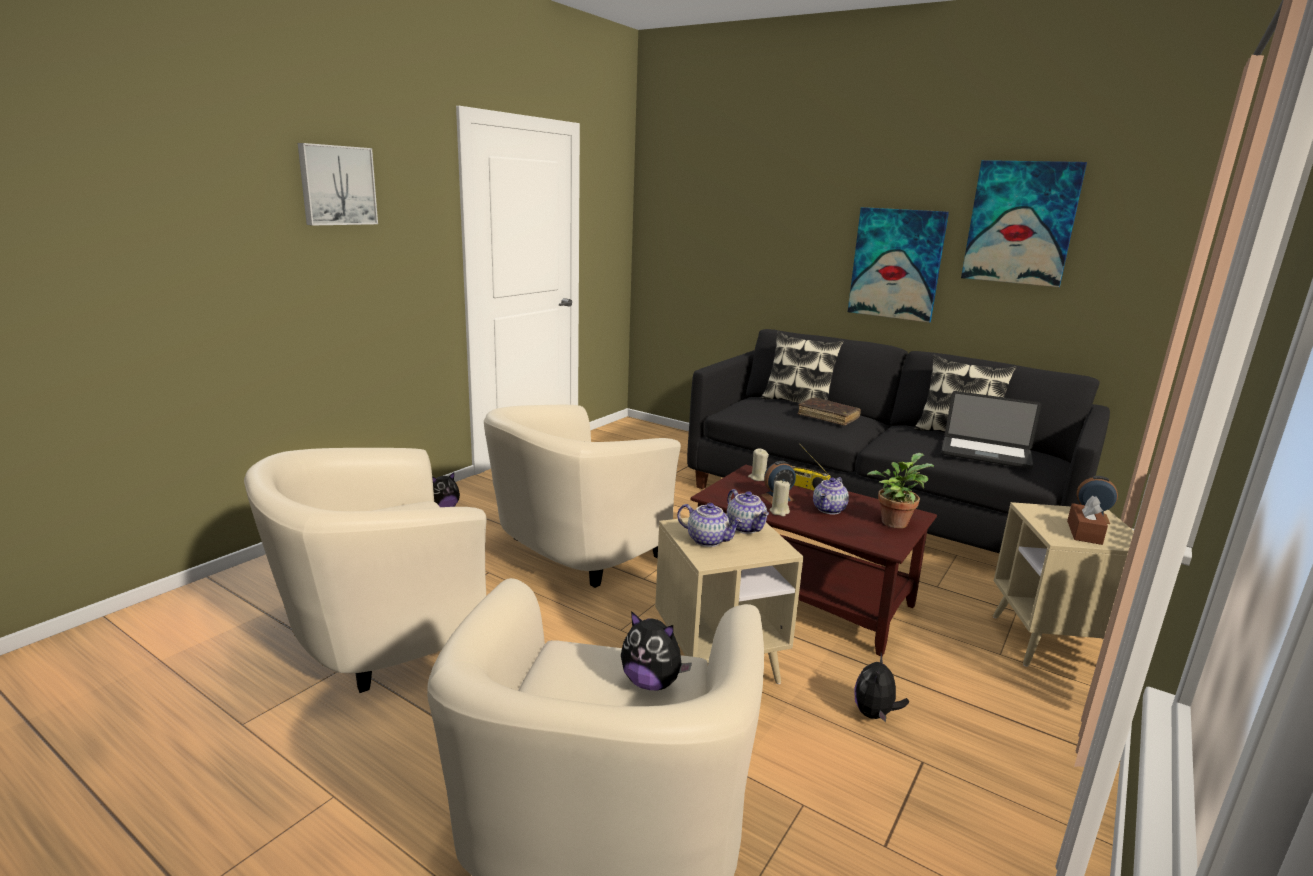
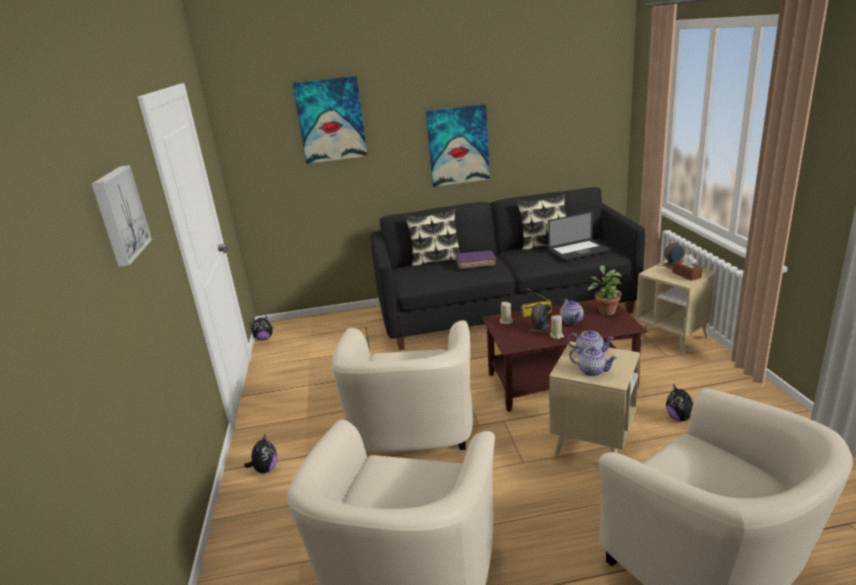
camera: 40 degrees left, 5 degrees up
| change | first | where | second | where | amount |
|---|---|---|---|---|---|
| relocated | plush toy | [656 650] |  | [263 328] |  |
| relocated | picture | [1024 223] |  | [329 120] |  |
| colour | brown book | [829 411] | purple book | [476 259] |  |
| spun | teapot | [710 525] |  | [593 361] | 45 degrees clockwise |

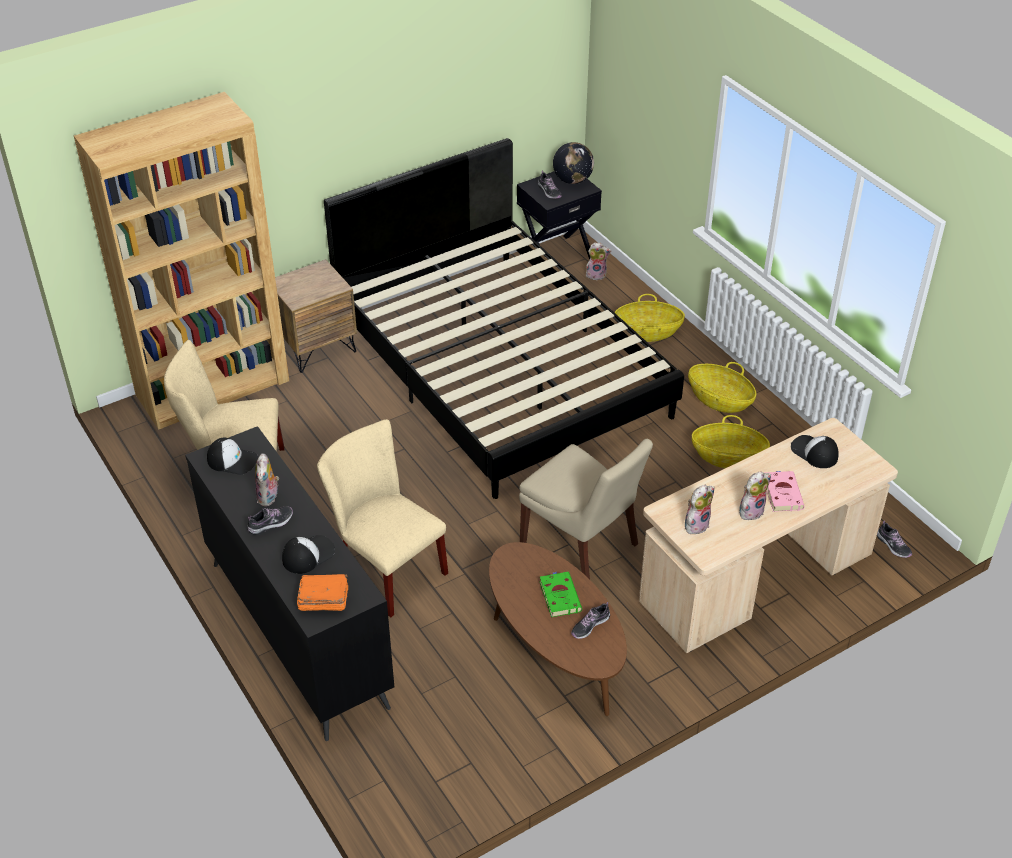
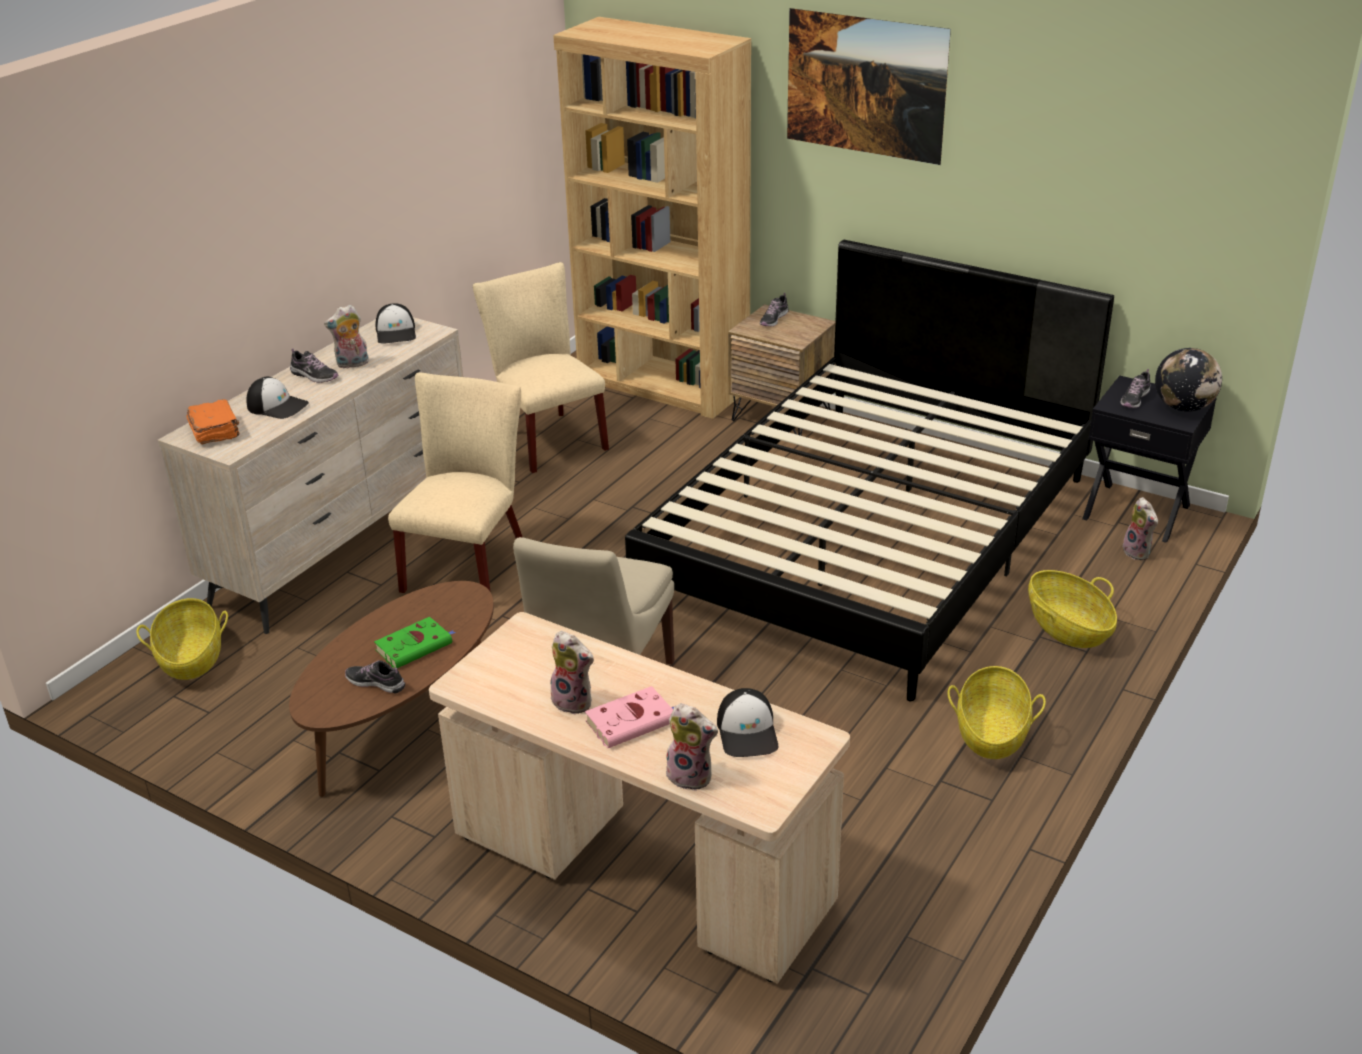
camera: 65 degrees right, 10 degrees down
| change | first | where | second | where | amount |
|---|---|---|---|---|---|
| relocated | basket | [731 441] |  | [182 639] |  |
| colour | black dresser | [289 583] | beige dresser | [310 475] |  |
| relocated | plush toy | [700 509] |  | [692 747] |  |
| spun | cap | [815 451] |  | [748 722] | 150 degrees clockwise |
| relocated | shoe | [894 539] |  | [774 309] |  |
| appeared |  |  | picture | [869 86] |  |

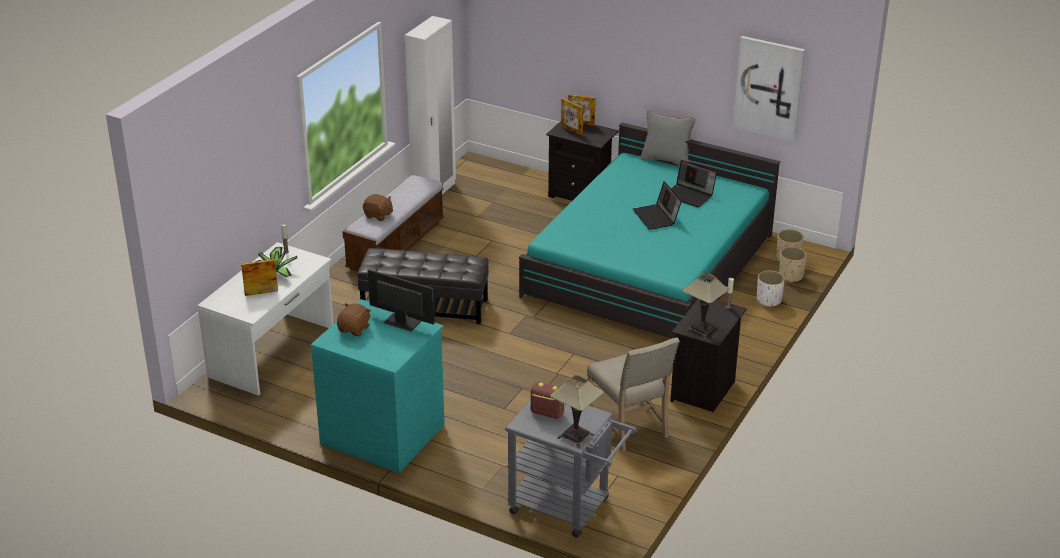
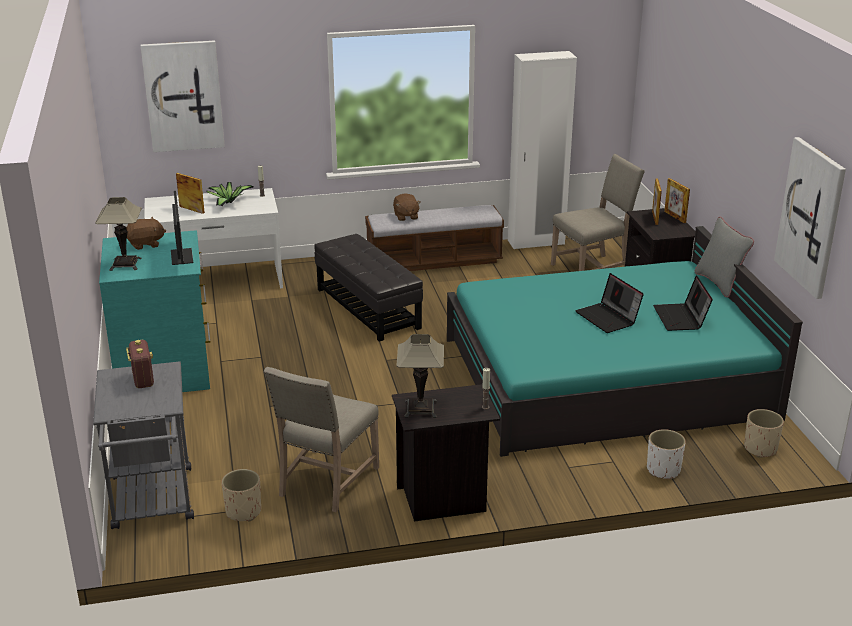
camera: 50 degrees right, 5 degrees down
| change | first | where | second | where | amount |
|---|---|---|---|---|---|
| relocated | table lamp | [576 412] |  | [118 234] |  |
| appeared |  |  | picture | [182 96] |  |
| relocated | beige planter | [793 265] |  | [241 495] |  |
| appeared |  |  | beige chair | [598 212] |  |
| spun | laptop | [657 205] |  | [609 303] | 60 degrees counterclockwise |

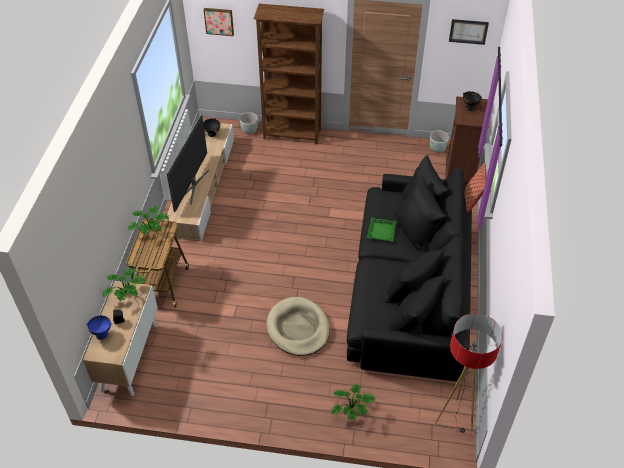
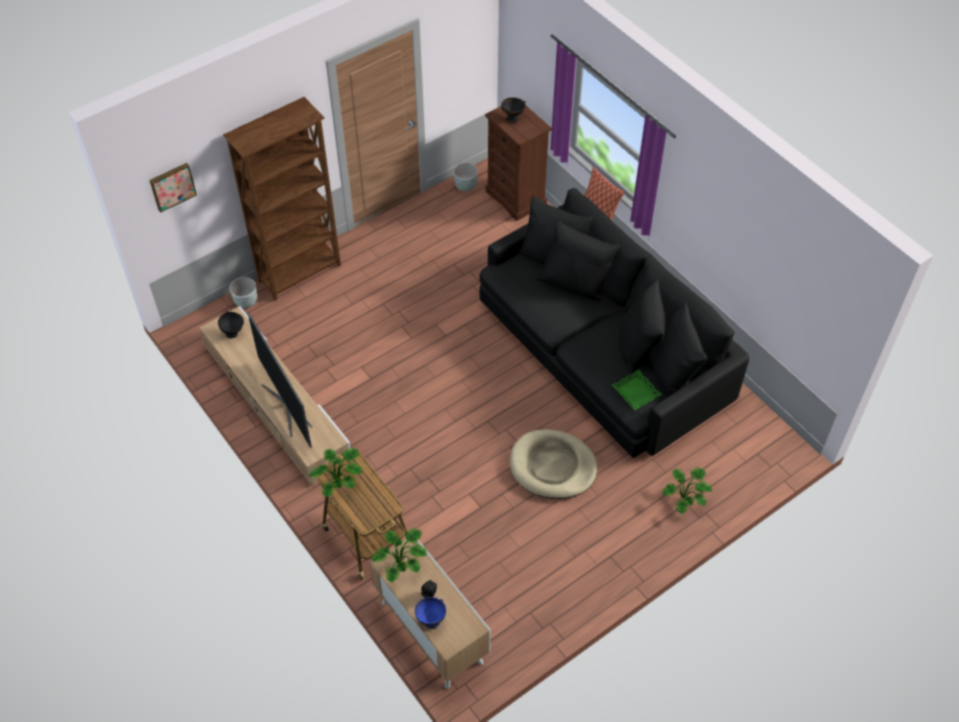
camera: 45 degrees left, 5 degrees up
| change | first | where | second | where | amount |
|---|---|---|---|---|---|
| relocated | green tray | [382 229] |  | [637 390] |  |
| missing | floor lamp | [469 373] |  |  |  |
| missing | picture | [469 32] |  |  |  |

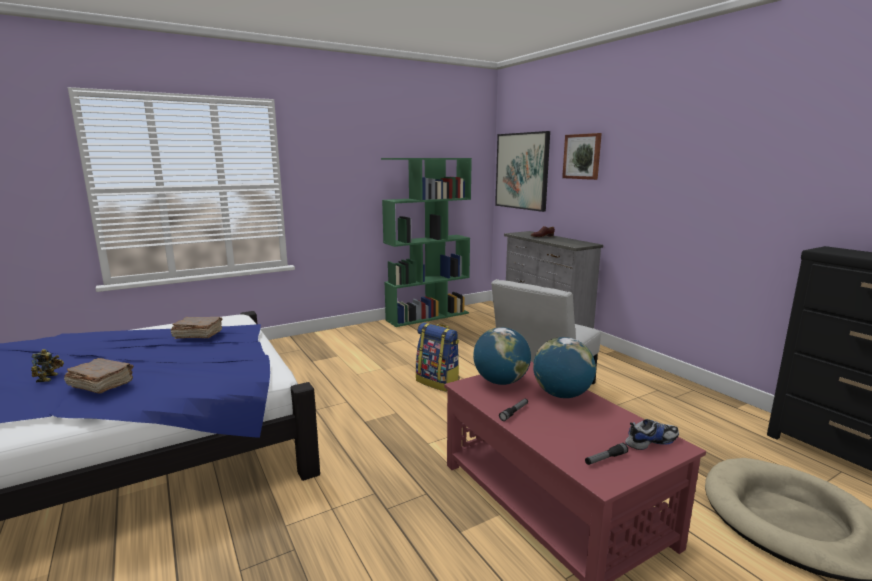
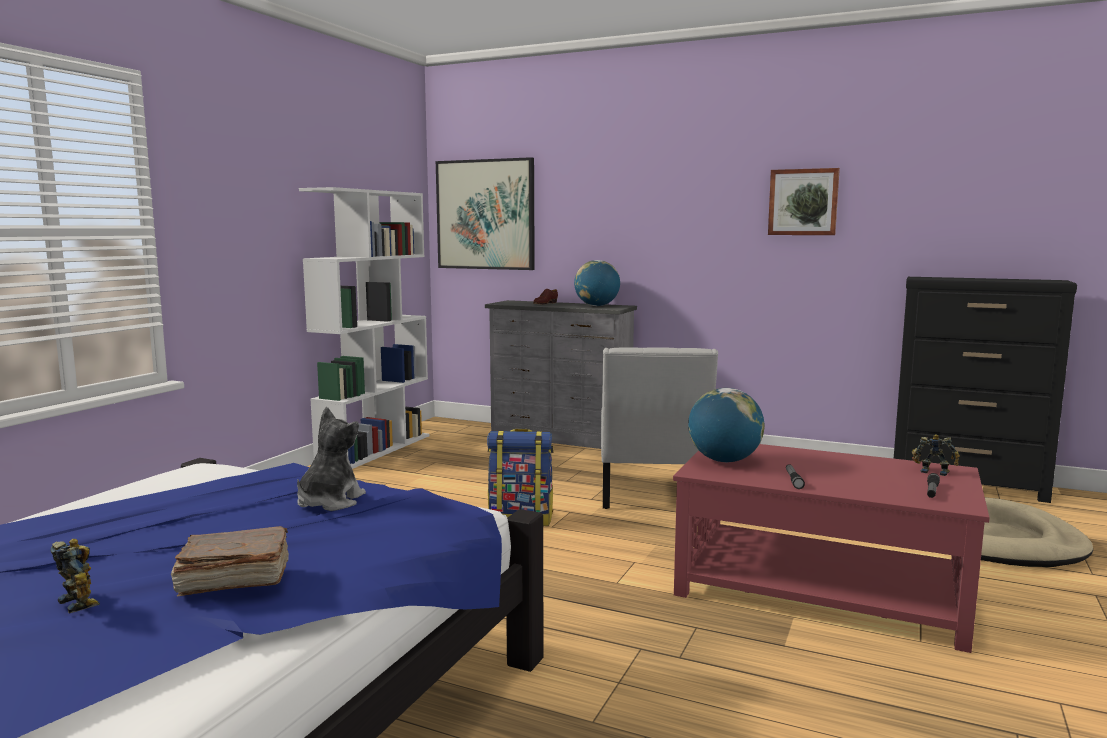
camera: 35 degrees left, 5 degrees down
| change | first | where | second | where | amount |
|---|---|---|---|---|---|
| appeared |  |  | plush toy | [331 459] |  |
| colour | green bookcase | [426 242] | white bookcase | [364 328] |  |
| relocated | globe | [564 367] |  | [597 283] |  |
| relocated | picture | [582 156] |  | [804 201] |  |
| exchanged | shoe | [652 434] | toy robot | [936 455] |  |
| missing | brown book | [197 328] |  |  |  |

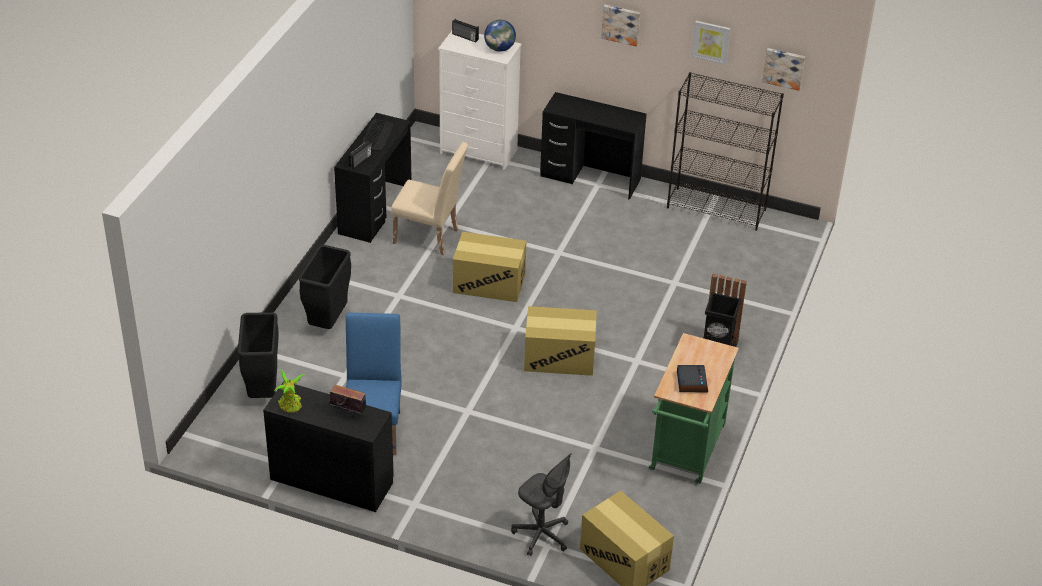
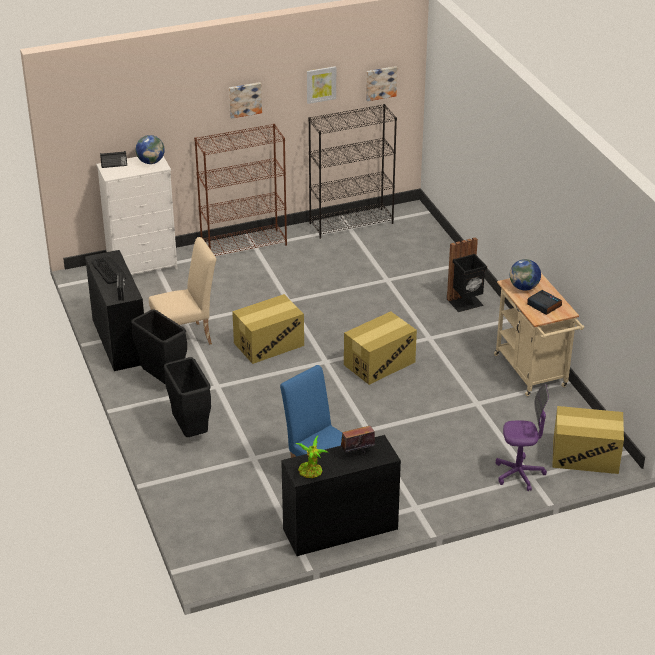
camera: 40 degrees left, 5 degrees down
| change | first | where | second | where | amount |
|---|---|---|---|---|---|
| relocated | black trash can | [258 355] |  | [159 346] |  |
| exchanged | black desk | [593 146] | brown bookcase | [240 190] |  |
| colour | green cart | [694 408] | beige cart | [539 334] |  |
| colour | grey office chair | [541 504] | purple office chair | [522 437] |  |
| appeared |  |  | globe | [525 275] |  |

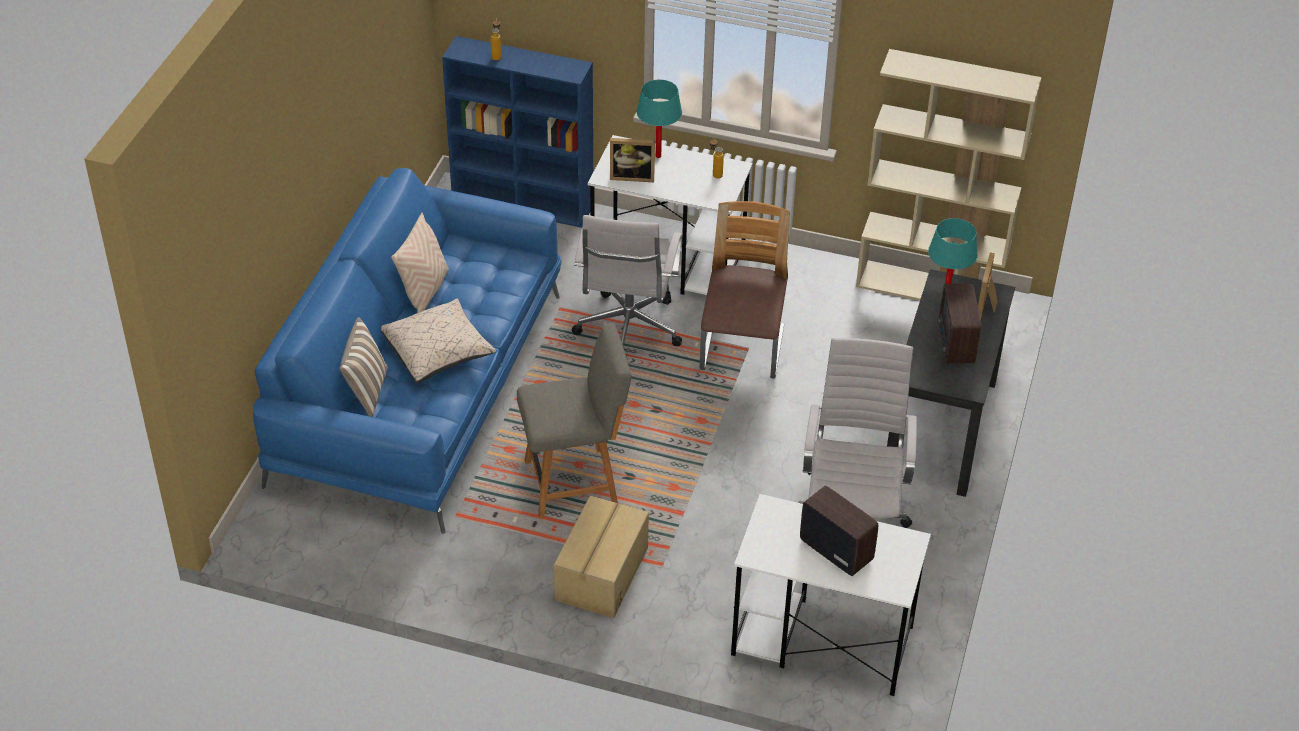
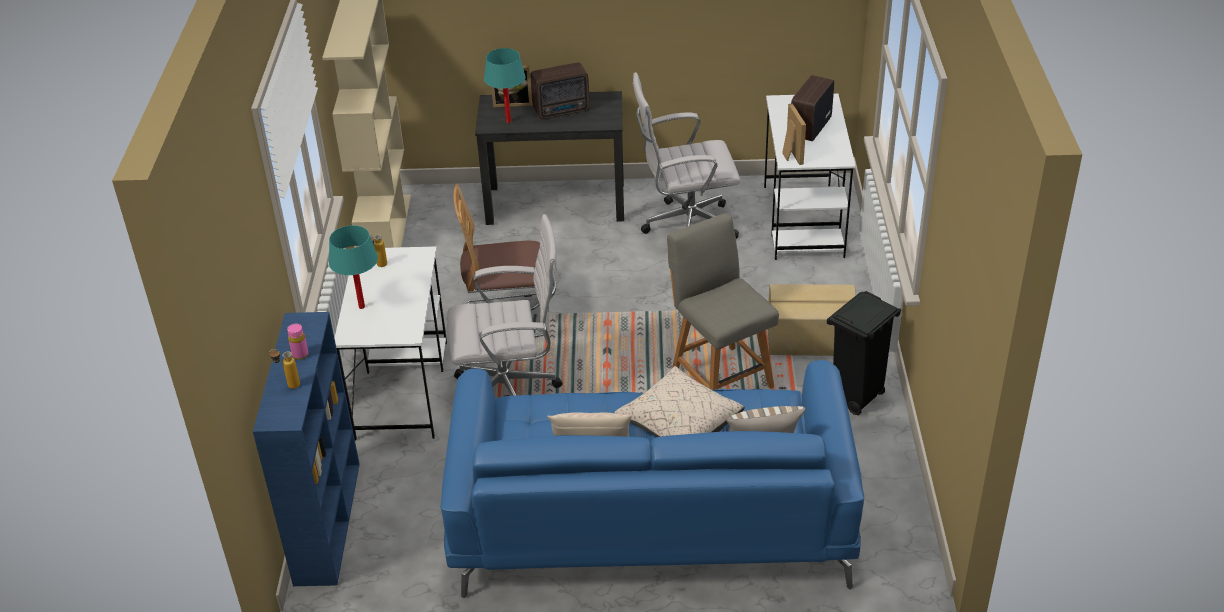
camera: 105 degrees left, 5 degrees down
| change | first | where | second | where | amount |
|---|---|---|---|---|---|
| appeared |  |  | pink bottle | [298 342] |  |
| relocated | picture frame | [632 160] |  | [794 134] |  |
| appeared |  |  | black trash can | [864 353] |  |

